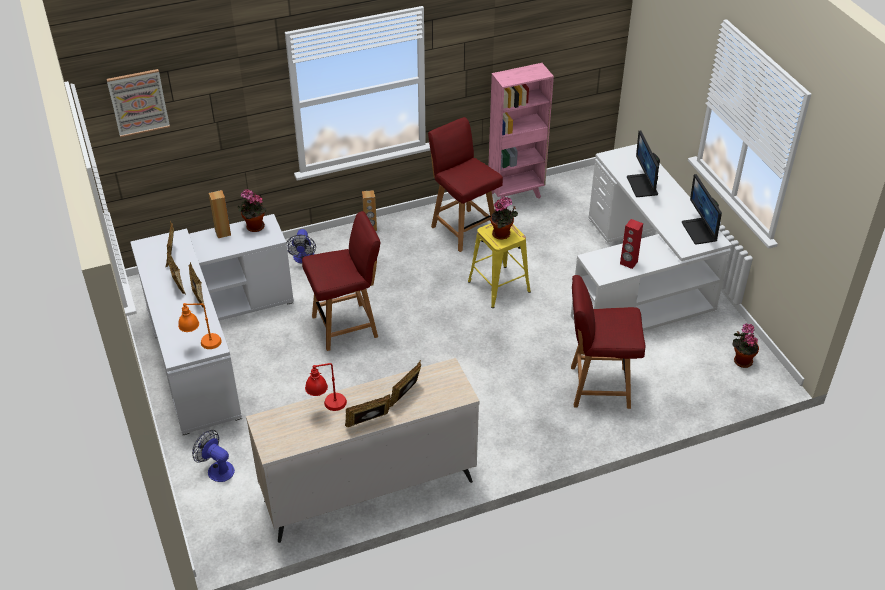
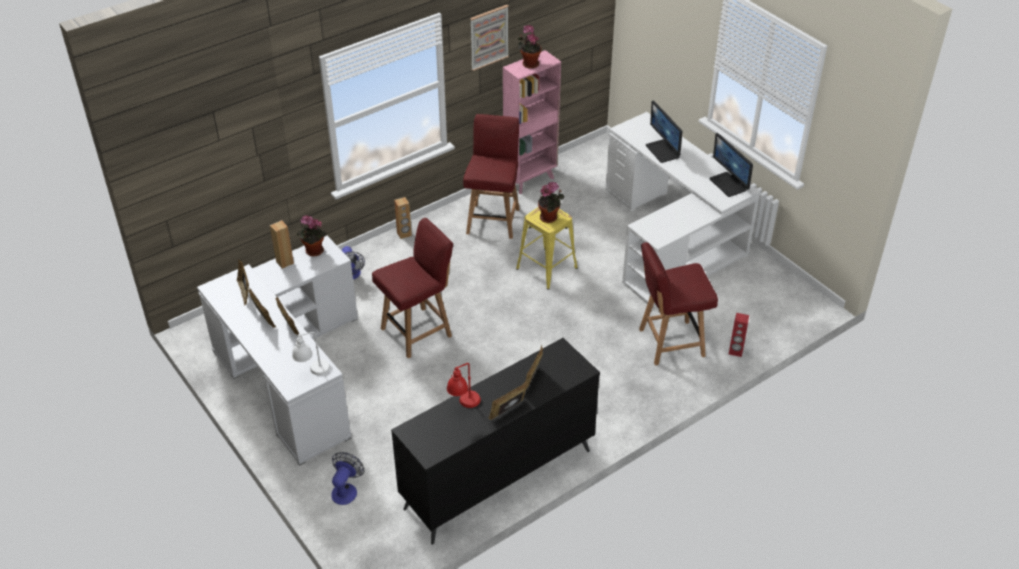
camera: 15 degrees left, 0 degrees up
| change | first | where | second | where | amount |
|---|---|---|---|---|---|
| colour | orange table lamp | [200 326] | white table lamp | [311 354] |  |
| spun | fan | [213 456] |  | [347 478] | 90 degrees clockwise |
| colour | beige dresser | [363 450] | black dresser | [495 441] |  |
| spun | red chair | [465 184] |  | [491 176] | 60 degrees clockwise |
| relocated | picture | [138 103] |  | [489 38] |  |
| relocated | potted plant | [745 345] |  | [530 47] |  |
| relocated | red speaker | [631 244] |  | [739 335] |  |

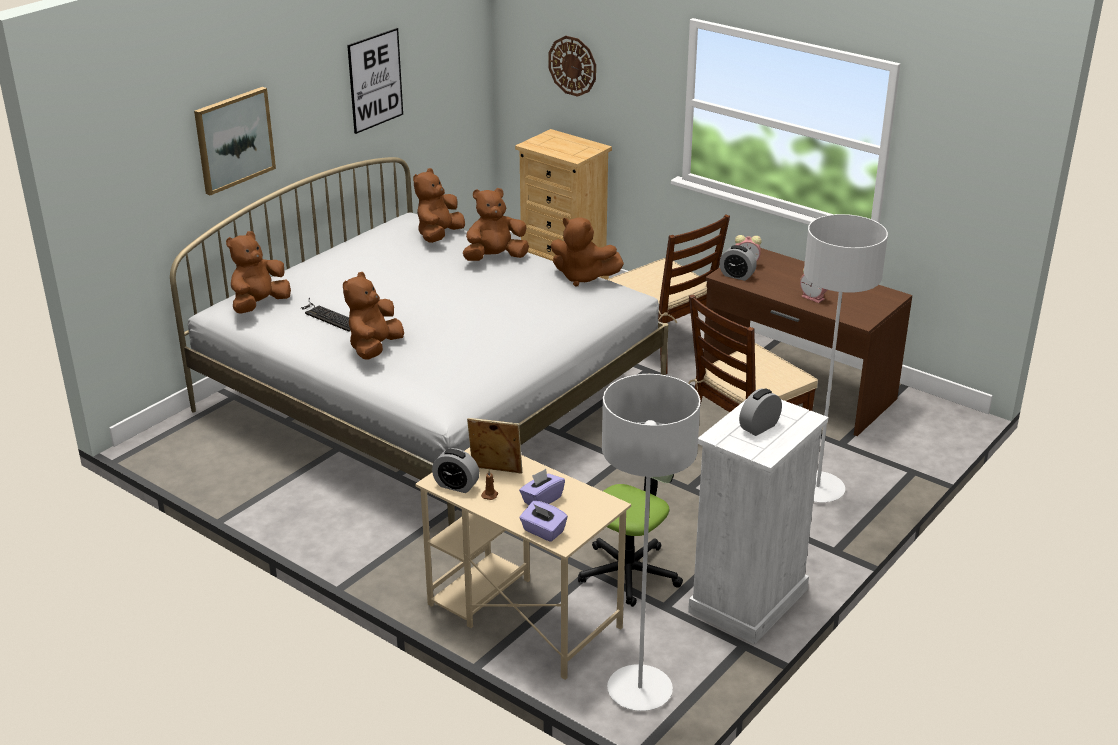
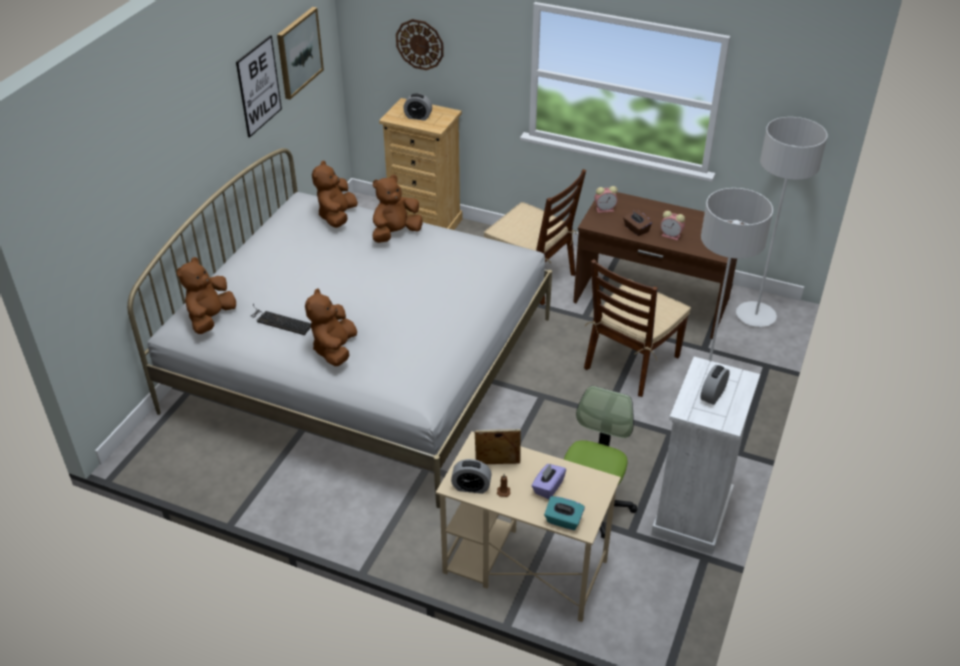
camera: 15 degrees left, 10 degrees up
| change | first | where | second | where | amount |
|---|---|---|---|---|---|
| relocated | picture | [235 141] |  | [300 53] |  |
| relocated | alarm clock | [738 263] |  | [417 107] |  |
| colour | purple tissue box | [543 521] | turquoise tissue box | [564 513] |  |
| appeared |  |  | brown tissue box | [637 222] |  |
| relocated | grey floor lamp | [651 542] |  | [781 222] |  |
| missing | brown plush toy | [587 252] |  |  |  |

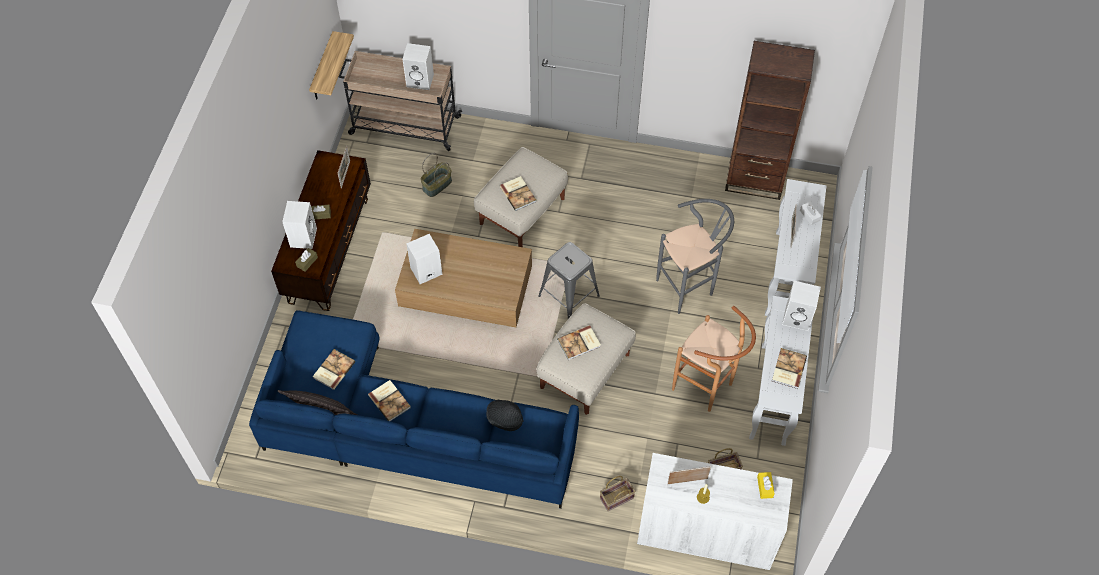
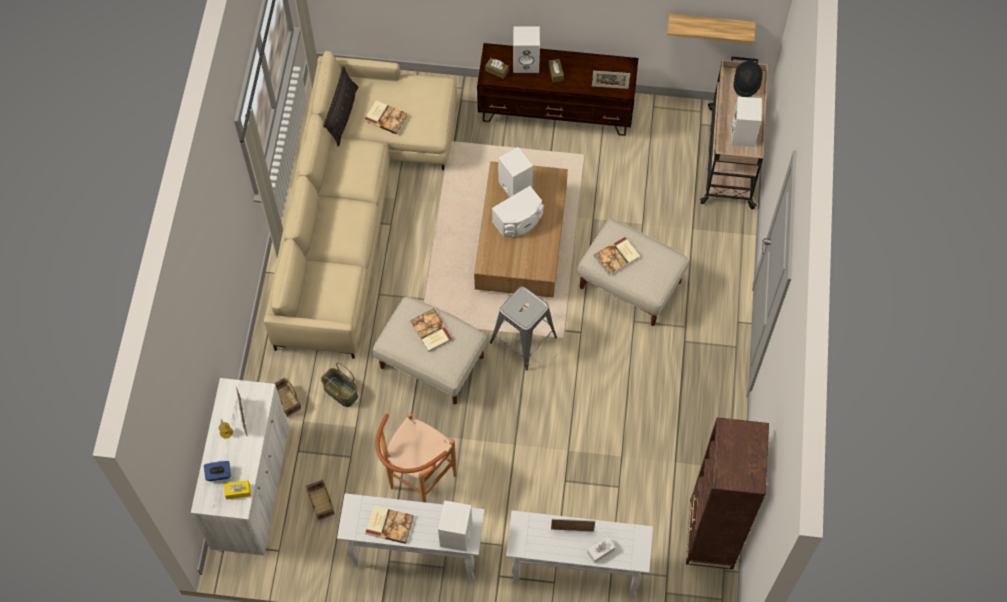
camera: 85 degrees right, 5 degrees up
| change | first | where | second | where | amount |
|---|---|---|---|---|---|
| appeared |  |  | blue tissue box | [217 471] |  |
| colour | blue sofa | [414 409] | beige sofa | [361 205] |  |
| relocated | basket | [436 175] |  | [339 384] |  |
| appeared |  |  | white speaker | [518 211] |  |
| relocated | black hat | [505 415] |  | [748 79] |  |
| missing | book | [389 400] |  |  |  |
| missing | grey stool | [695 256] |  |  |  |

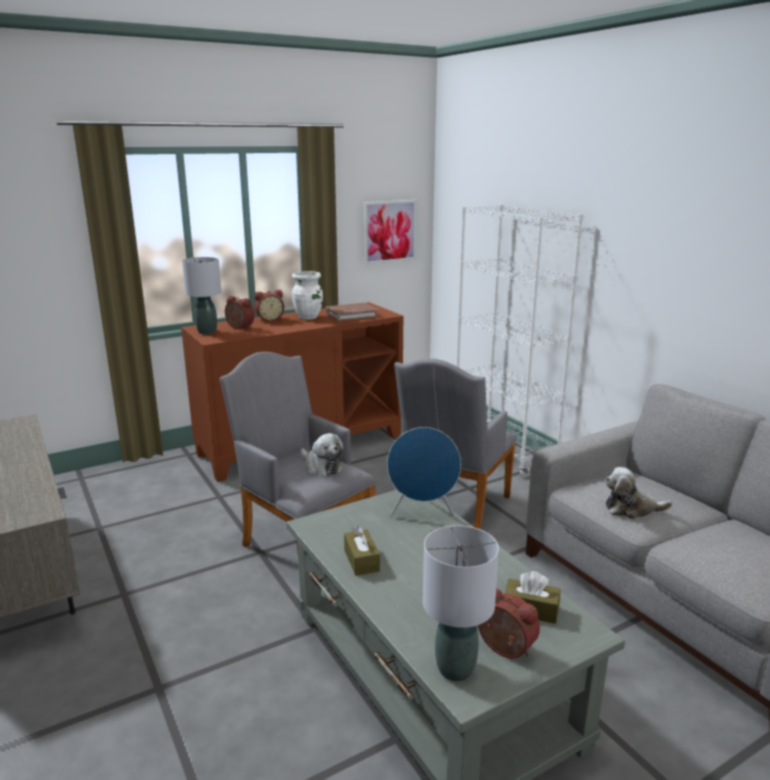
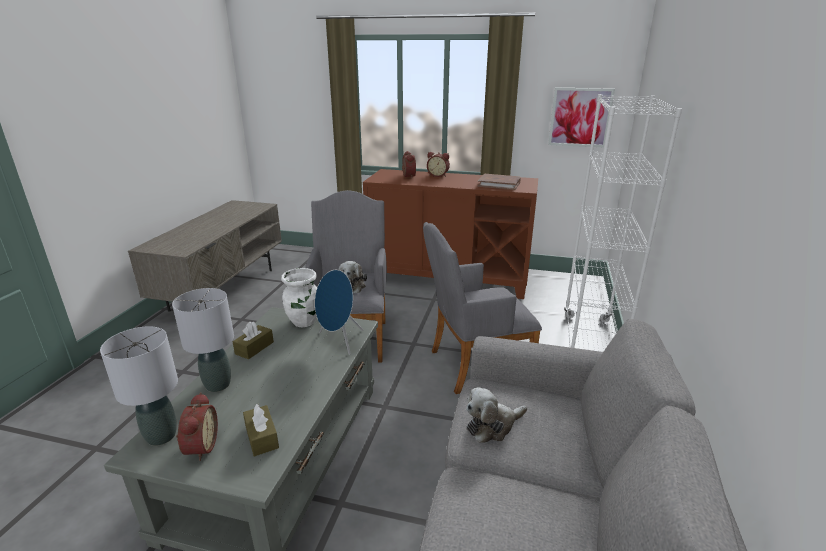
camera: 45 degrees right, 5 degrees up
| change | first | where | second | where | amount |
|---|---|---|---|---|---|
| relocated | grey table lamp | [202 295] |  | [203 340] |  |
| relocated | white vase | [307 295] |  | [299 297] |  |
| spun | plush toy | [638 493] |  | [496 415] | 75 degrees counterclockwise |

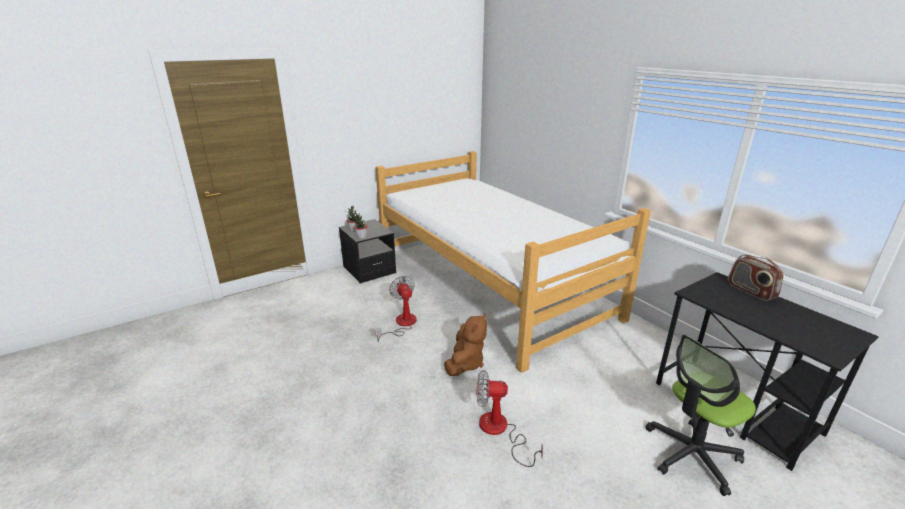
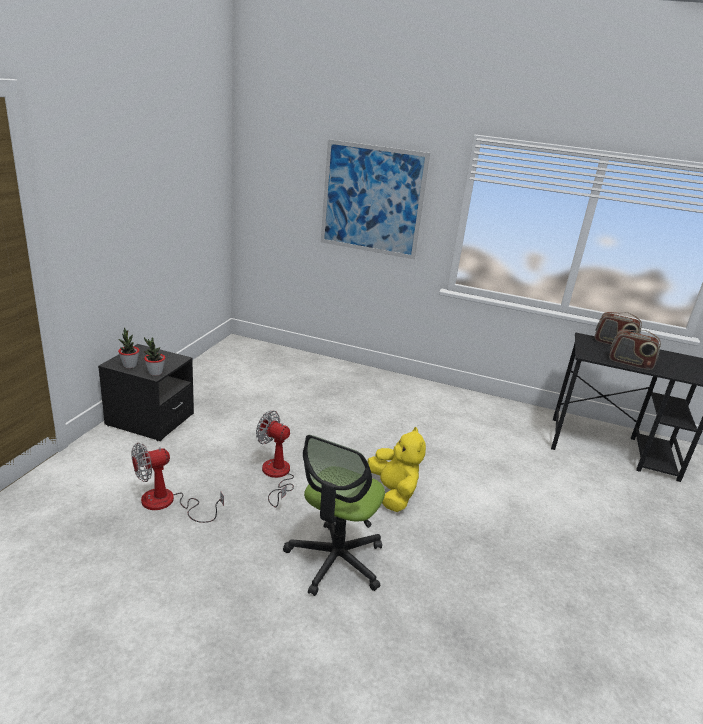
camera: 40 degrees left, 0 degrees up
| change | first | where | second | where | amount |
|---|---|---|---|---|---|
| relocated | fan | [509 418] |  | [177 483] |  |
| relocated | office chair | [700 415] |  | [334 515] |  |
| appeared |  |  | picture | [375 199] |  |
| colour | brown plush toy | [465 345] | yellow plush toy | [397 469] |  |
| appeared |  |  | radio | [635 349] |  |
| missing | bed | [513 262] |  |  |  |

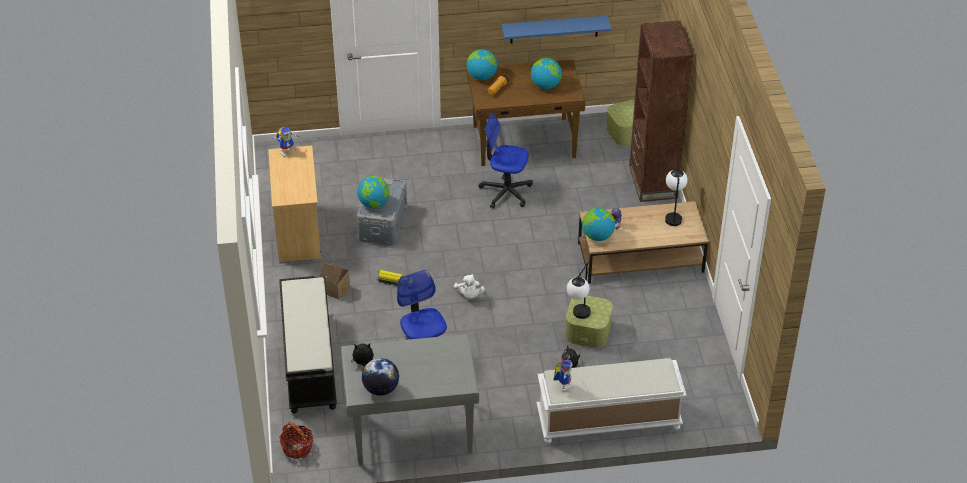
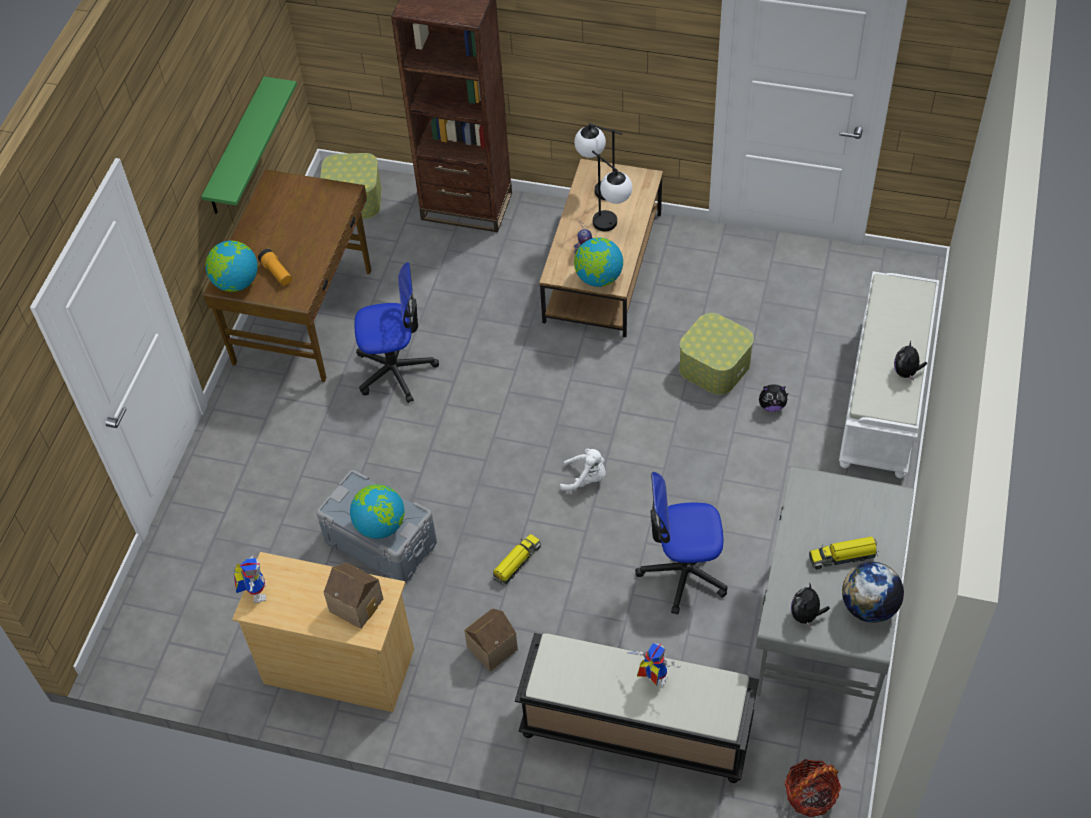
camera: 65 degrees left, 10 degrees up
| change | first | where | second | where | amount |
|---|---|---|---|---|---|
| colour | blue shelf | [557 30] | green shelf | [249 145] |  |
| appeared |  |  | toy house | [353 595] |  |
| spun | office chair | [506 161] |  | [396 332] | 135 degrees counterclockwise |
| relocated | table lamp | [579 289] |  | [612 191] |  |
| relocated | toy robot | [563 376] |  | [654 664] |  |
| appeared |  |  | toy truck | [843 552] |  |
| appeared |  |  | plush toy | [910 361] |  |
| missing | globe | [546 73] |  |  |  |

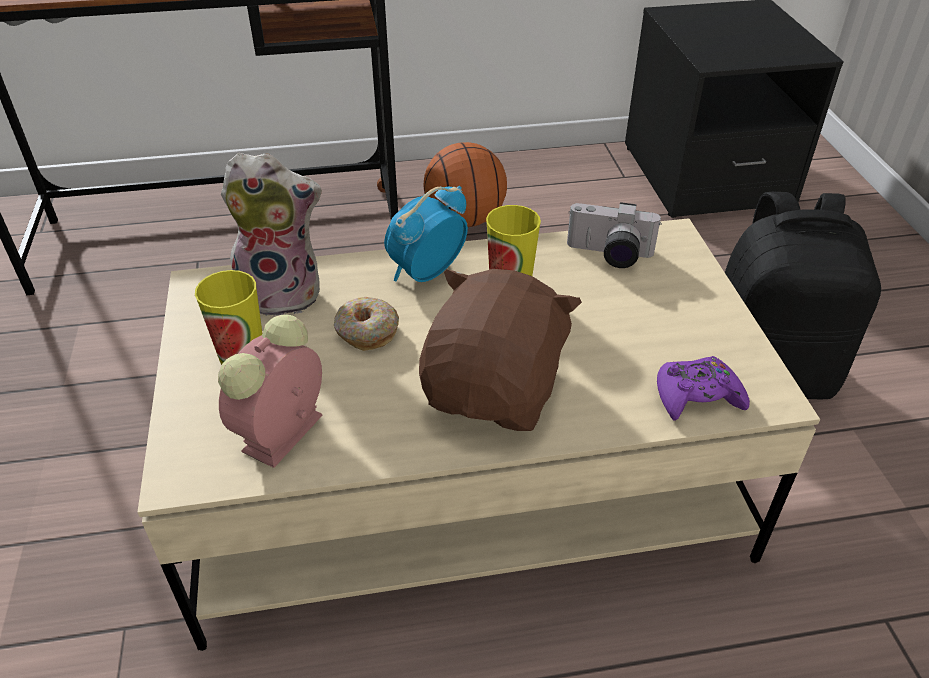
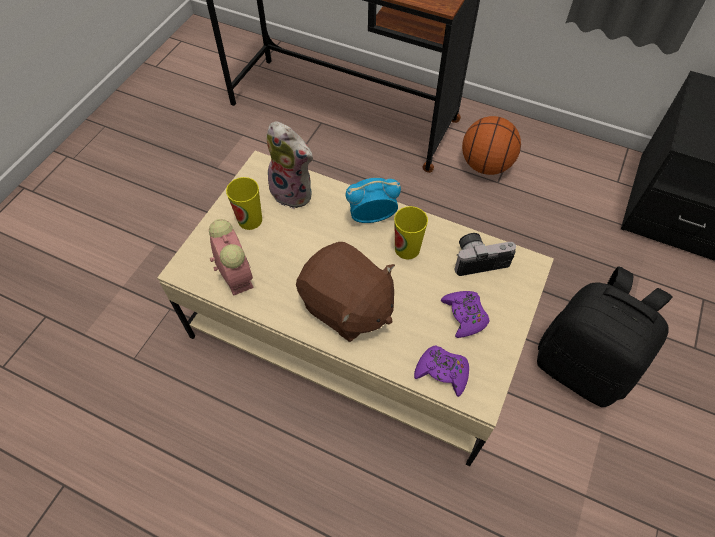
camera: 35 degrees right, 15 degrees up
| change | first | where | second | where | amount |
|---|---|---|---|---|---|
| spun | alarm clock | [270 391] |  | [231 257] | 90 degrees clockwise |
| spun | brown plush toy | [500 350] |  | [345 292] | 75 degrees clockwise |
| appeared |  |  | purple game controller | [465 314] |  |
| spun | photo camera | [614 235] |  | [485 254] | 120 degrees clockwise |
| missing | donut | [366 324] |  |  |  |

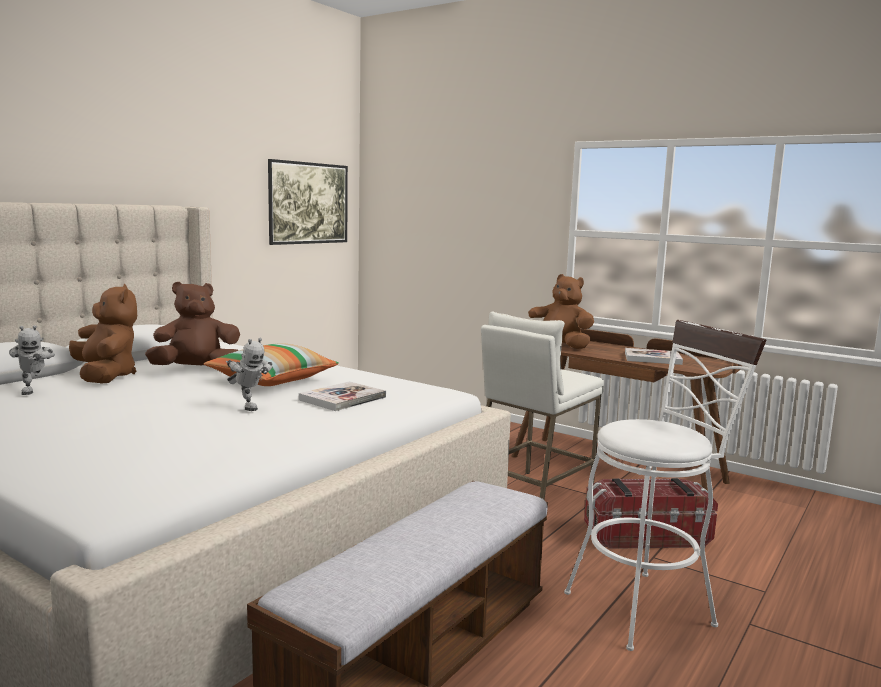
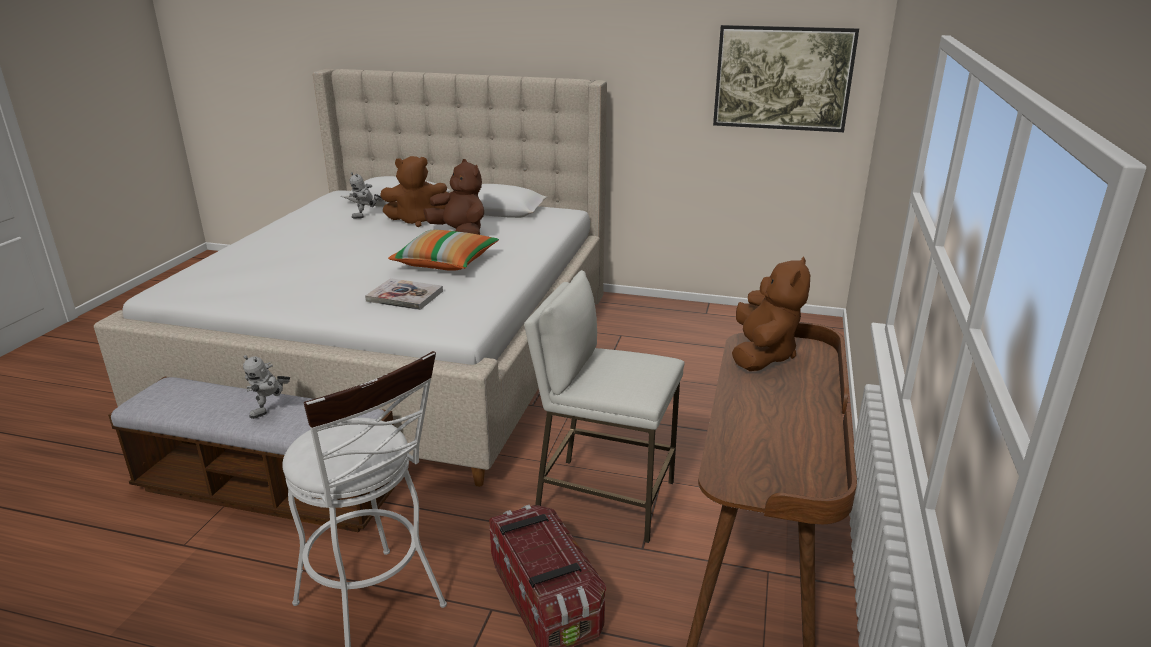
camera: 70 degrees right, 15 degrees up
| change | first | where | second | where | amount |
|---|---|---|---|---|---|
| relocated | toy robot | [249 374] |  | [266 387] |  |
| spun | brown plush toy | [103 334] |  | [414 191] | 45 degrees clockwise |
| missing | book | [654 356] |  |  |  |

